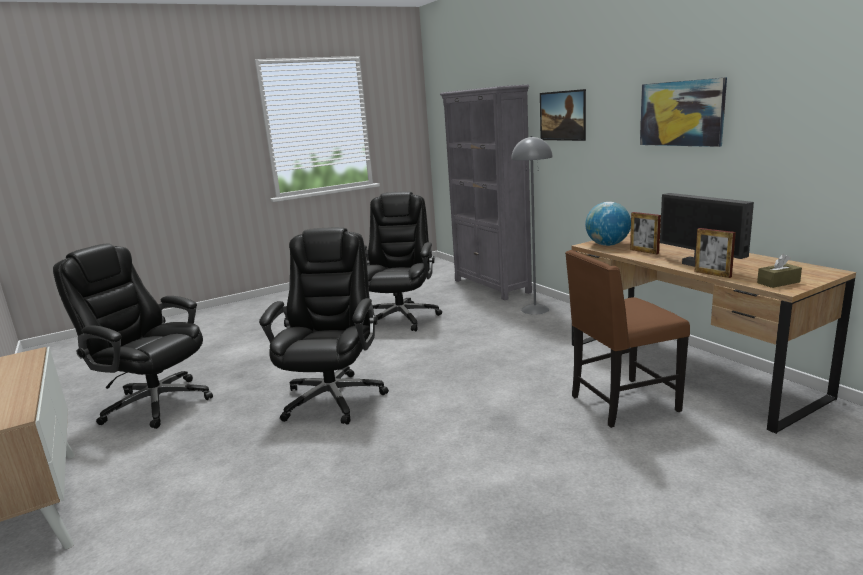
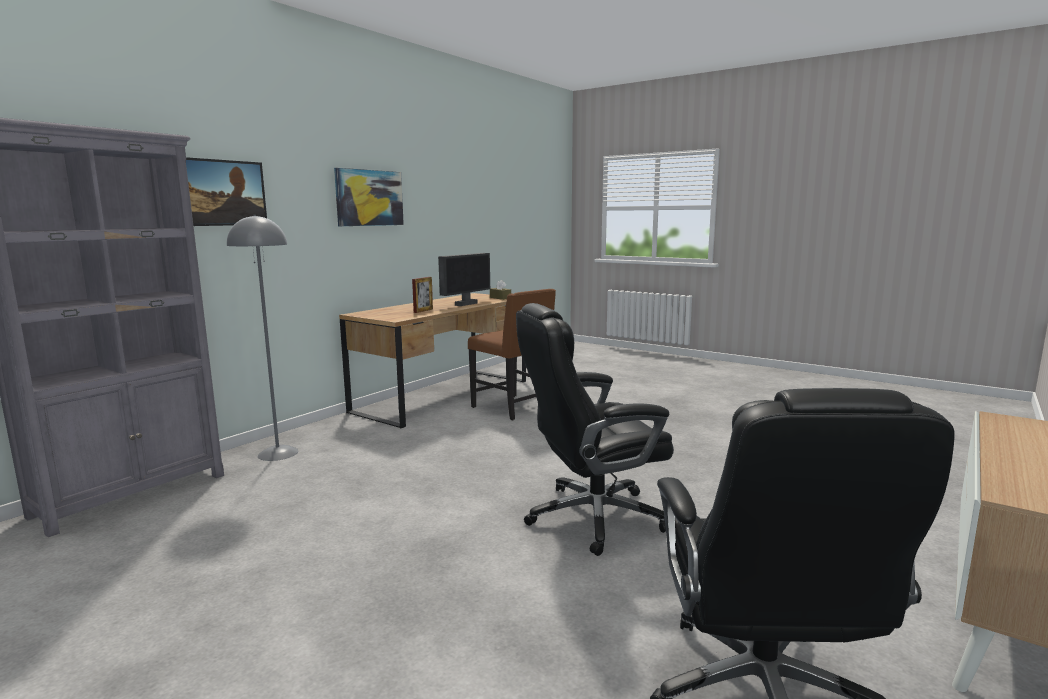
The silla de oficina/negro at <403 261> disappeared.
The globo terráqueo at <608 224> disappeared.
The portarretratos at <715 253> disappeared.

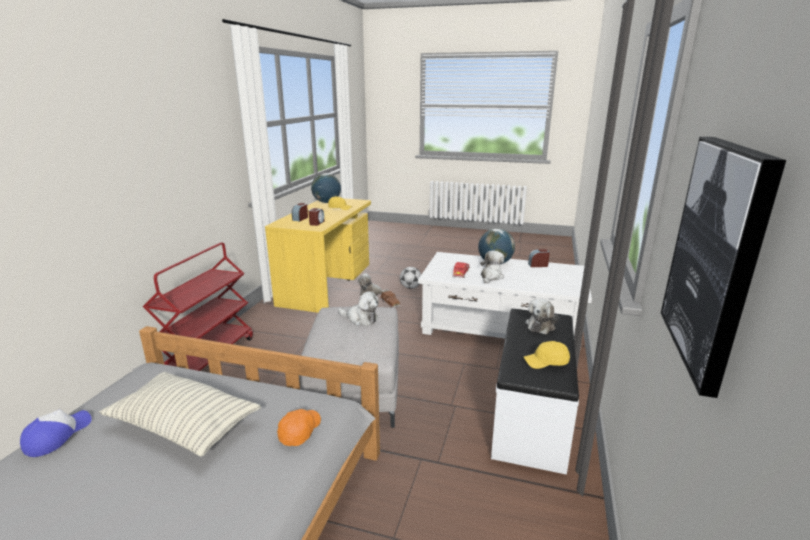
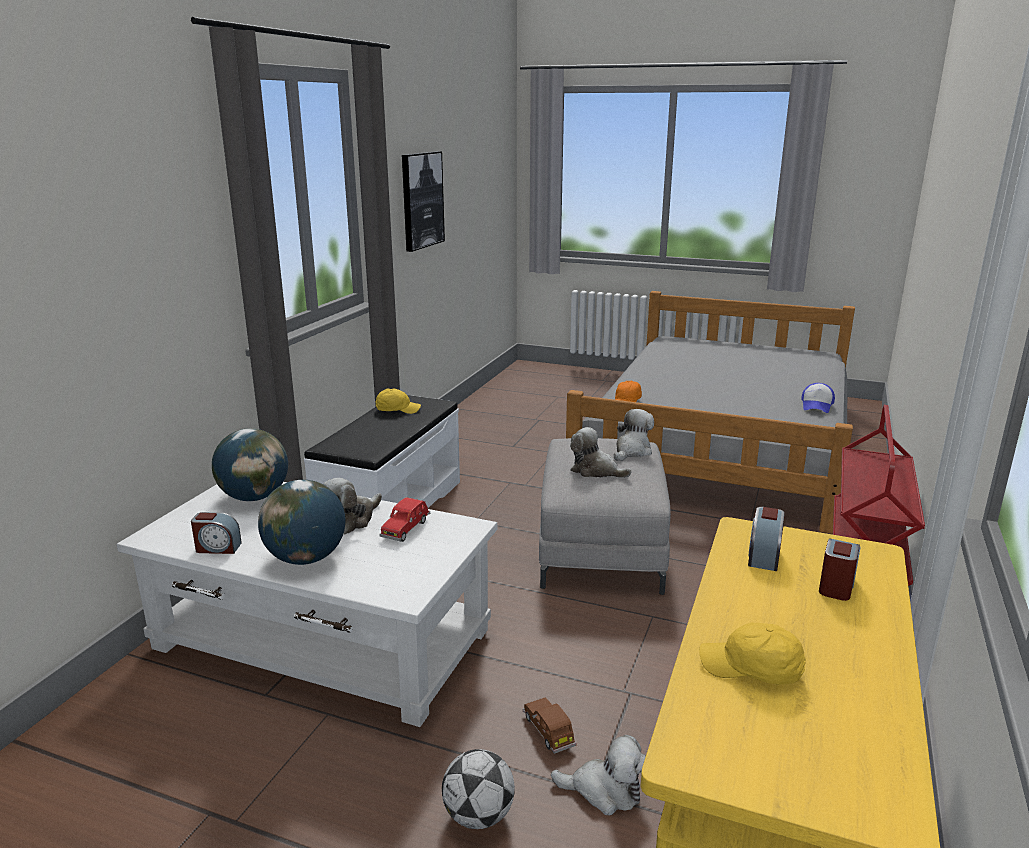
The globo terráqueo moved from <326 188> to <250 464>.
The peluche moved from <542 316> to <634 435>.
The cojín at <180 414> disappeared.

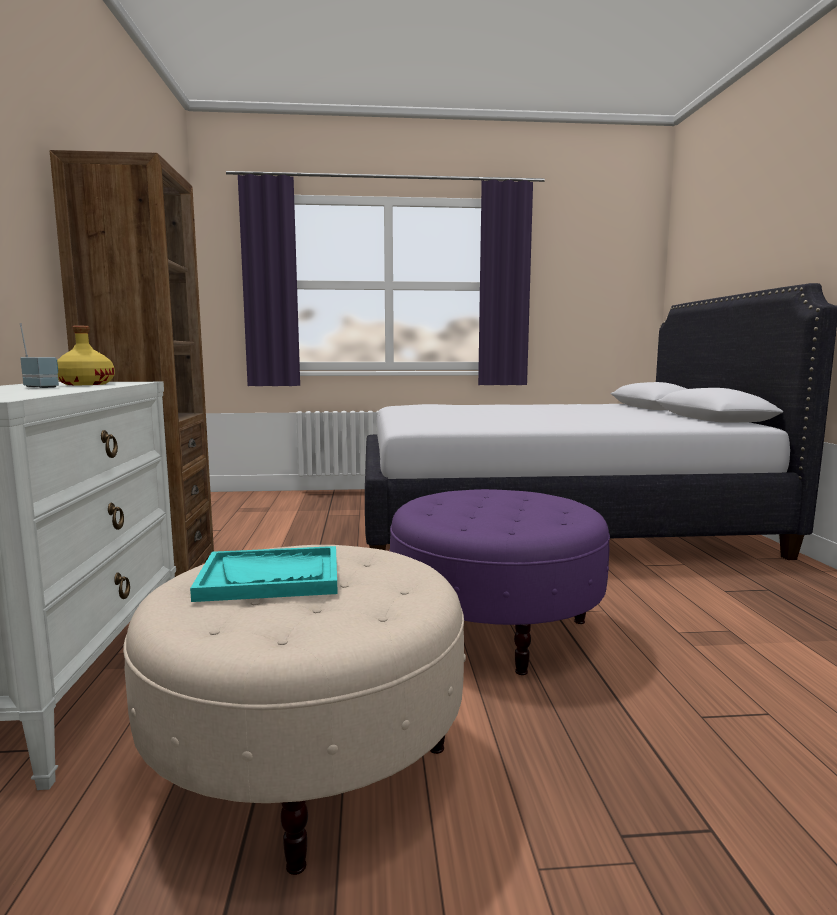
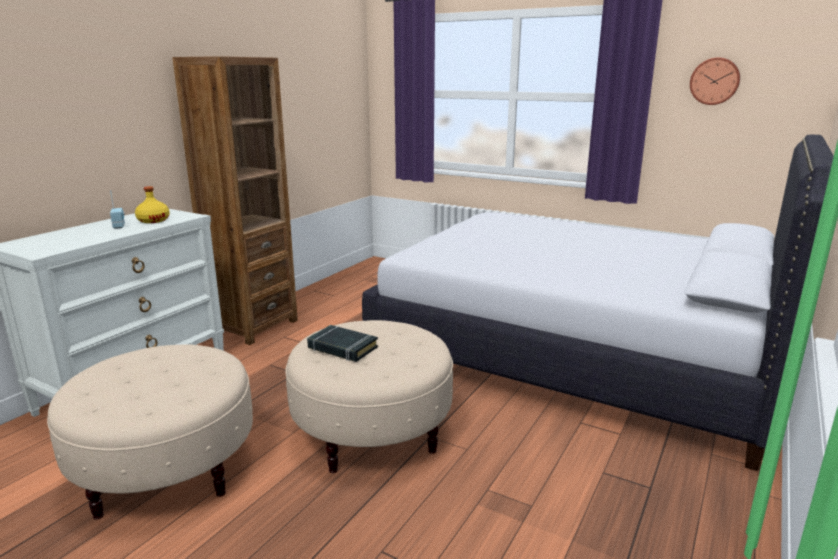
The puf/morado at <499 582> became the puf/beis at <369 396>.
The bandeja/turquesa at <264 574> disappeared.
The reloj de pared at <715 81> appeared.
The libro/negro at <342 343> appeared.

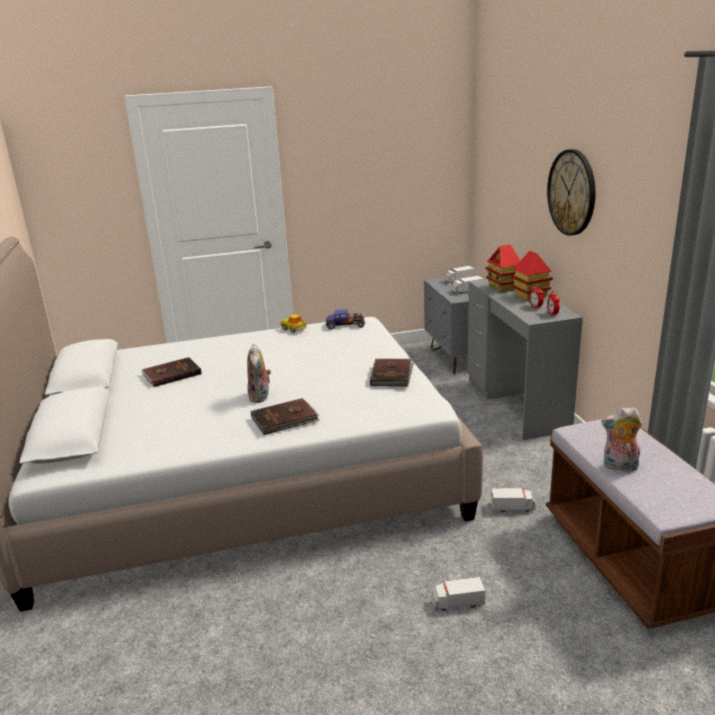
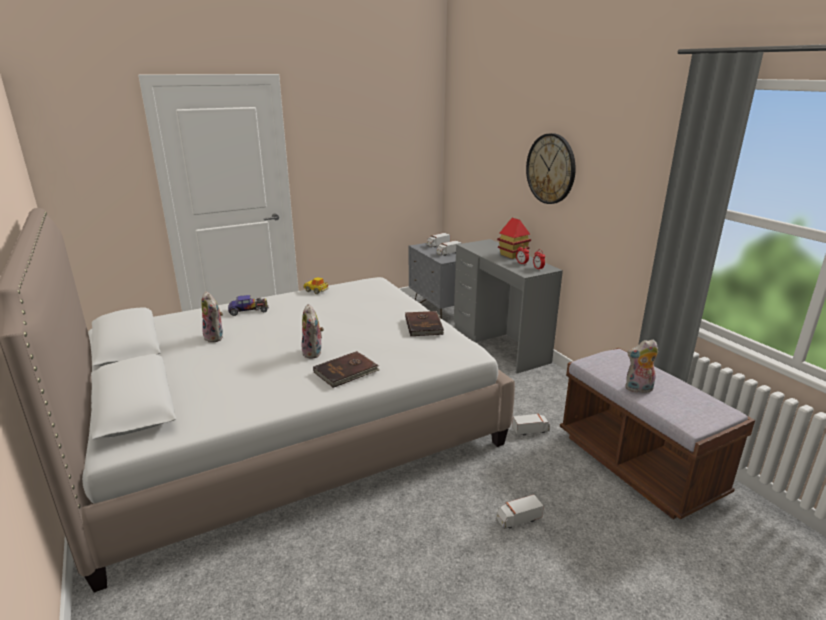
The casita at <502 268> disappeared.
The coche de juguete moved from <345 320> to <248 305>.
The libro/marrón at <171 372> was replaced by the peluche at <212 316>.

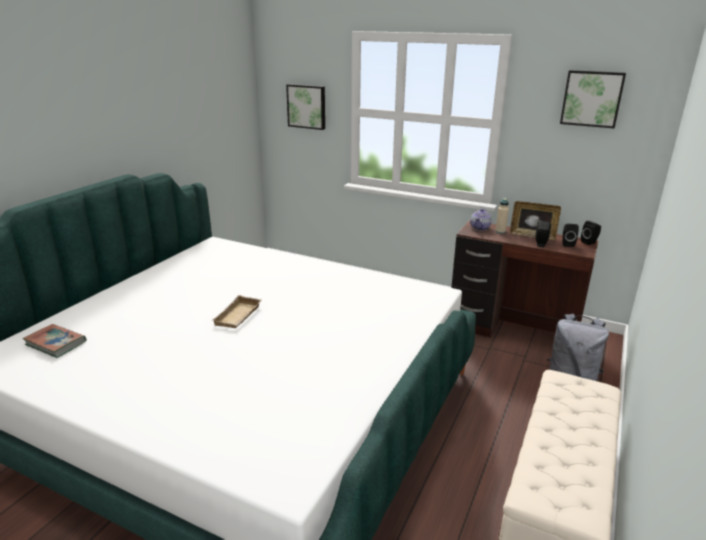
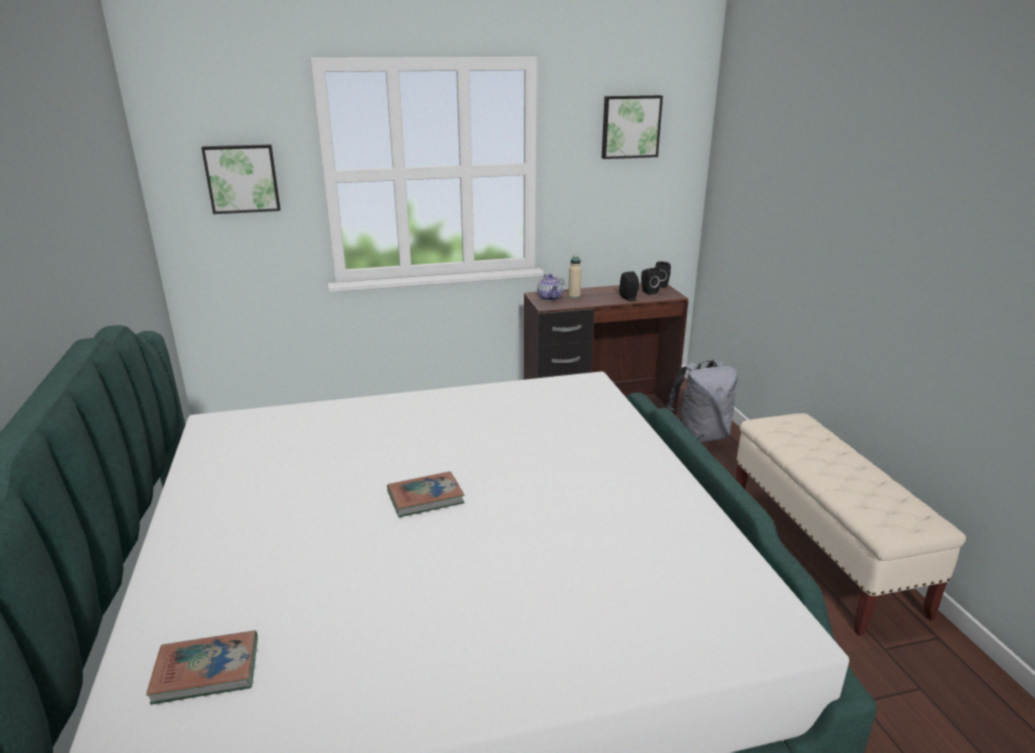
The portarretratos at <535 220> disappeared.
The bandeja/beis at <237 311> was replaced by the libro at <426 494>.

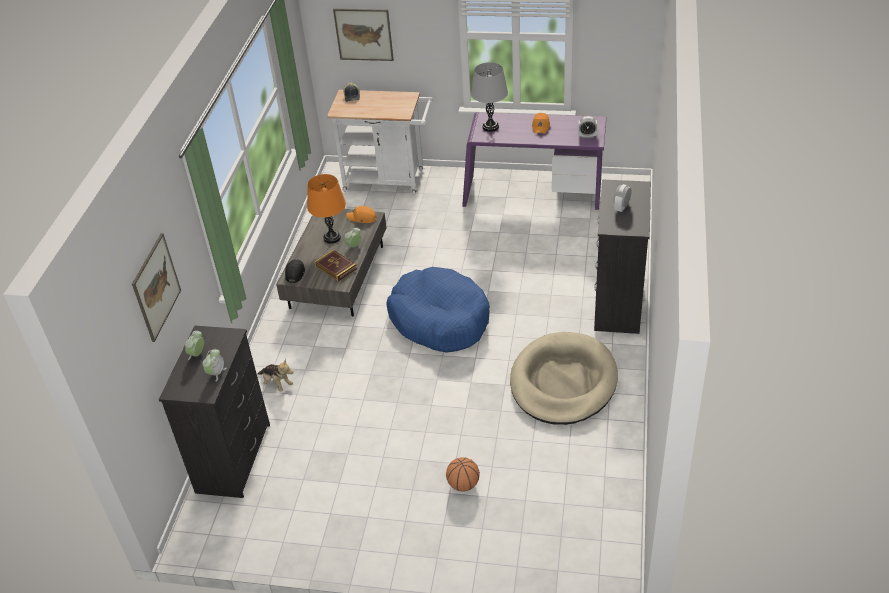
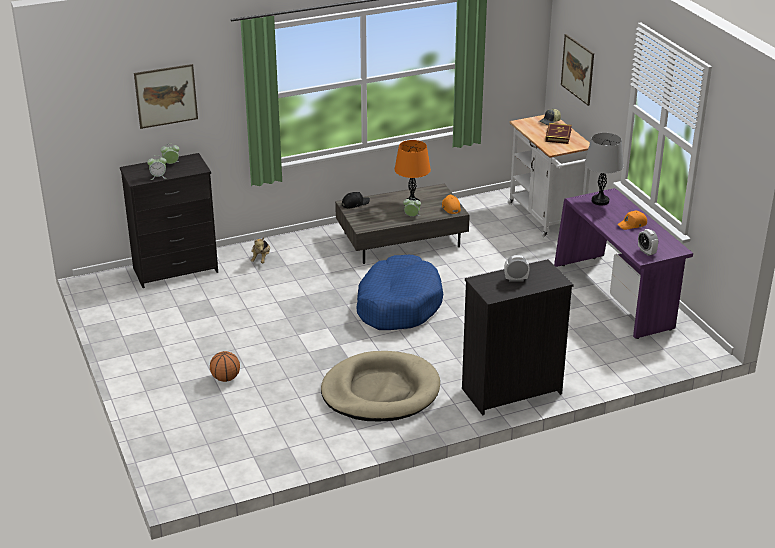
The libro moved from <335 265> to <558 133>.

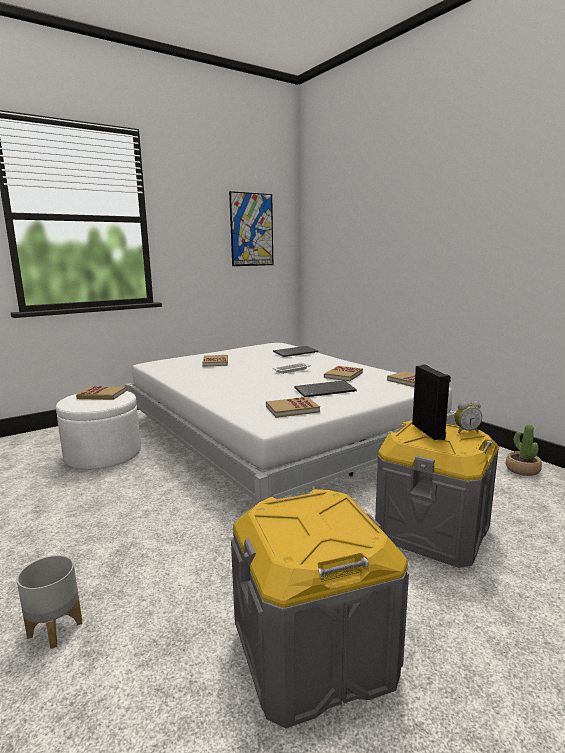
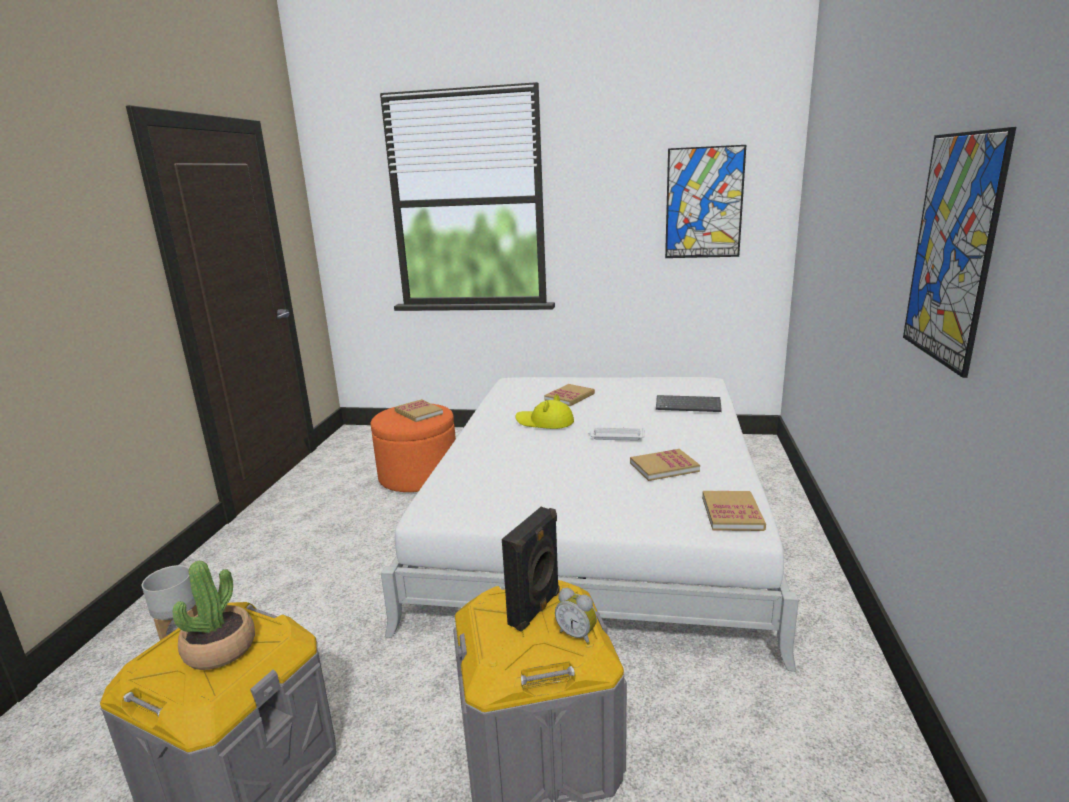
The teclado at <325 388> disappeared.
The puf/blanco at <98 430> became the puf/naranja at <413 448>.
The libro at <293 407> disappeared.
The planta en maceta moved from <524 450> to <214 615>.
The cuadro at <959 252> appeared.
The sombrero/amarillo at <544 411> appeared.

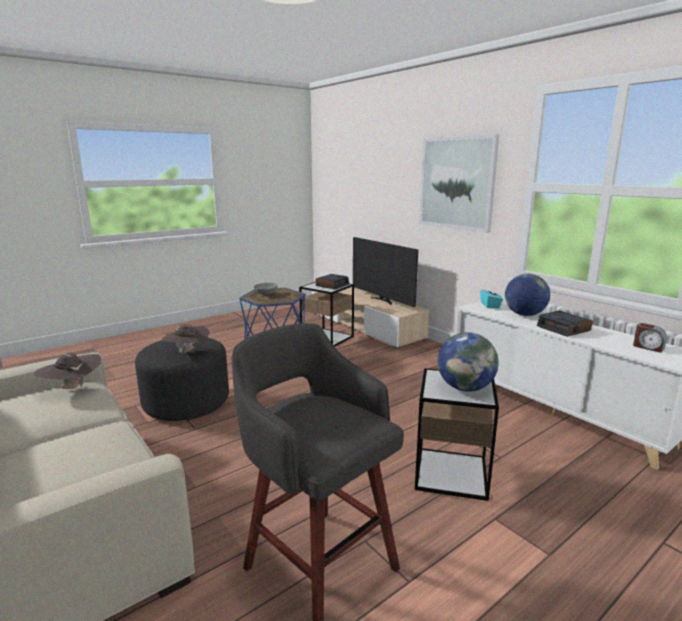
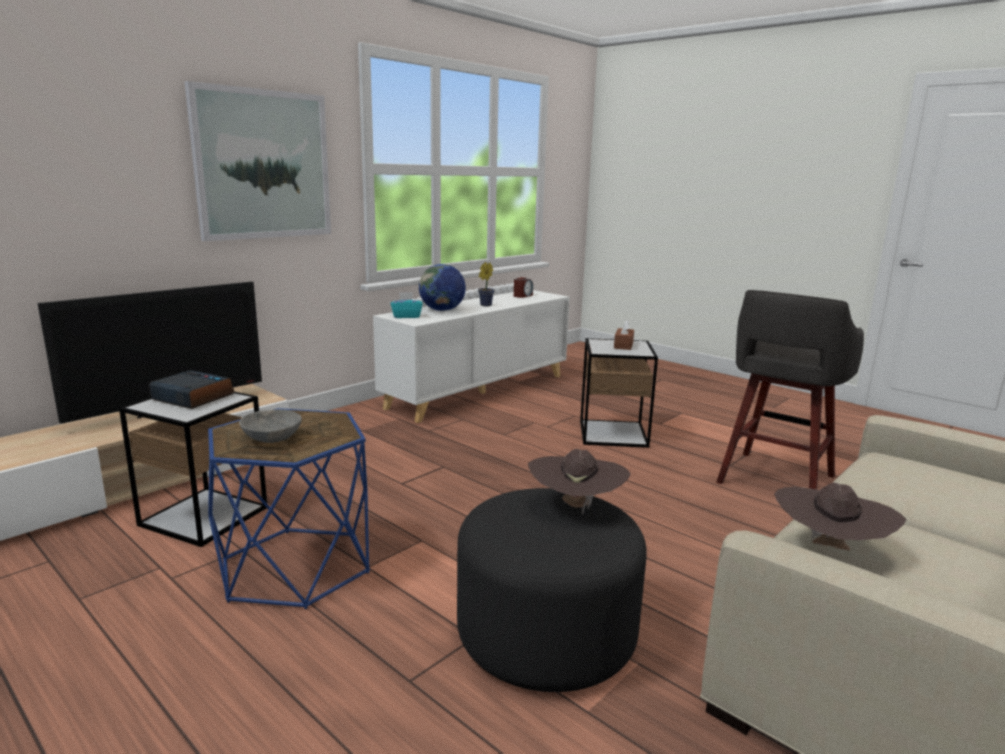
The despertador at <565 324> was replaced by the planta en maceta at <486 284>.
The globo terráqueo at <468 362> was replaced by the caja de pañuelos/marrón at <624 334>.

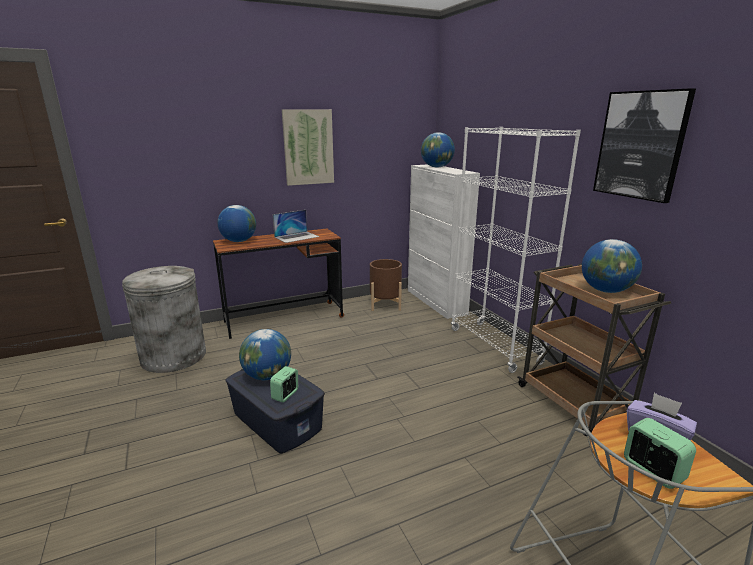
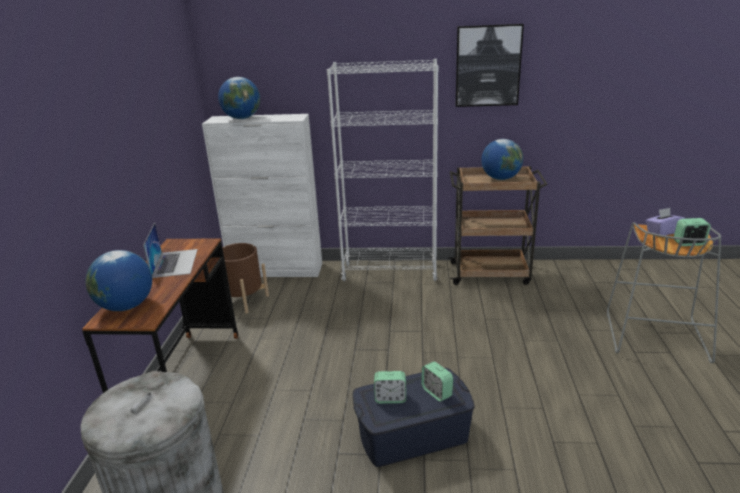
The cuadro at <308 147> disappeared.
The globo terráqueo at <265 354> was replaced by the despertador at <390 387>.

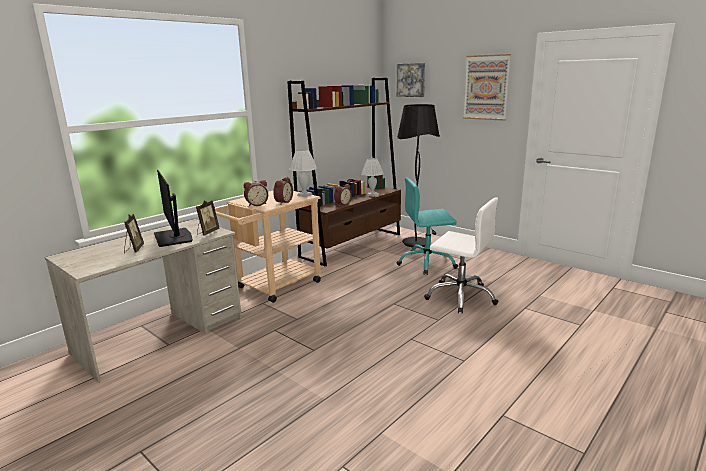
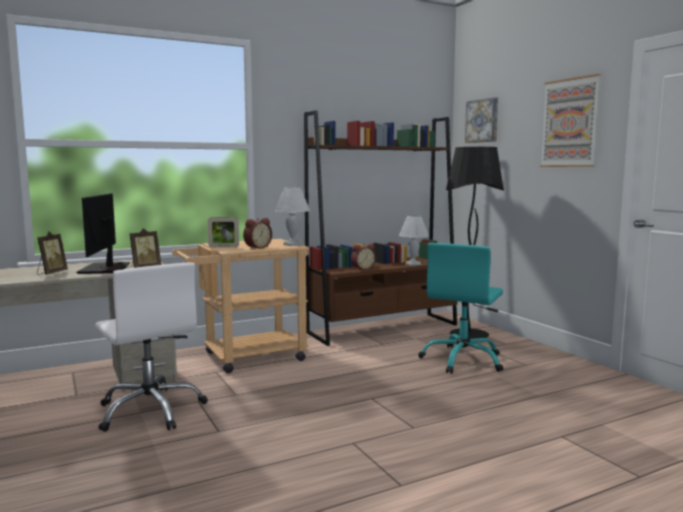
The silla de oficina/turquesa at <427 226> turned 75 degrees counterclockwise.
The despertador at <256 193> was replaced by the portarretratos at <223 232>.
The silla de oficina/blanco moved from <461 255> to <151 347>.

